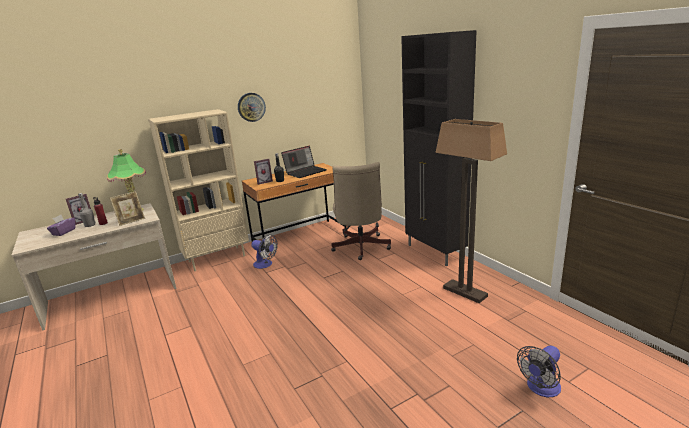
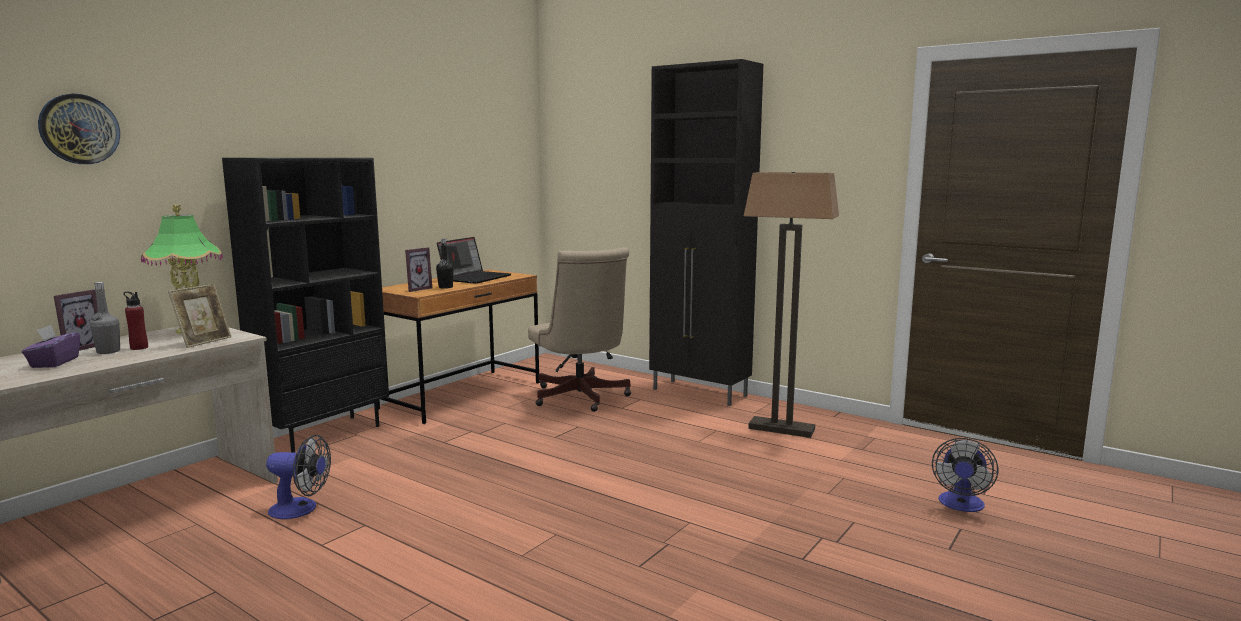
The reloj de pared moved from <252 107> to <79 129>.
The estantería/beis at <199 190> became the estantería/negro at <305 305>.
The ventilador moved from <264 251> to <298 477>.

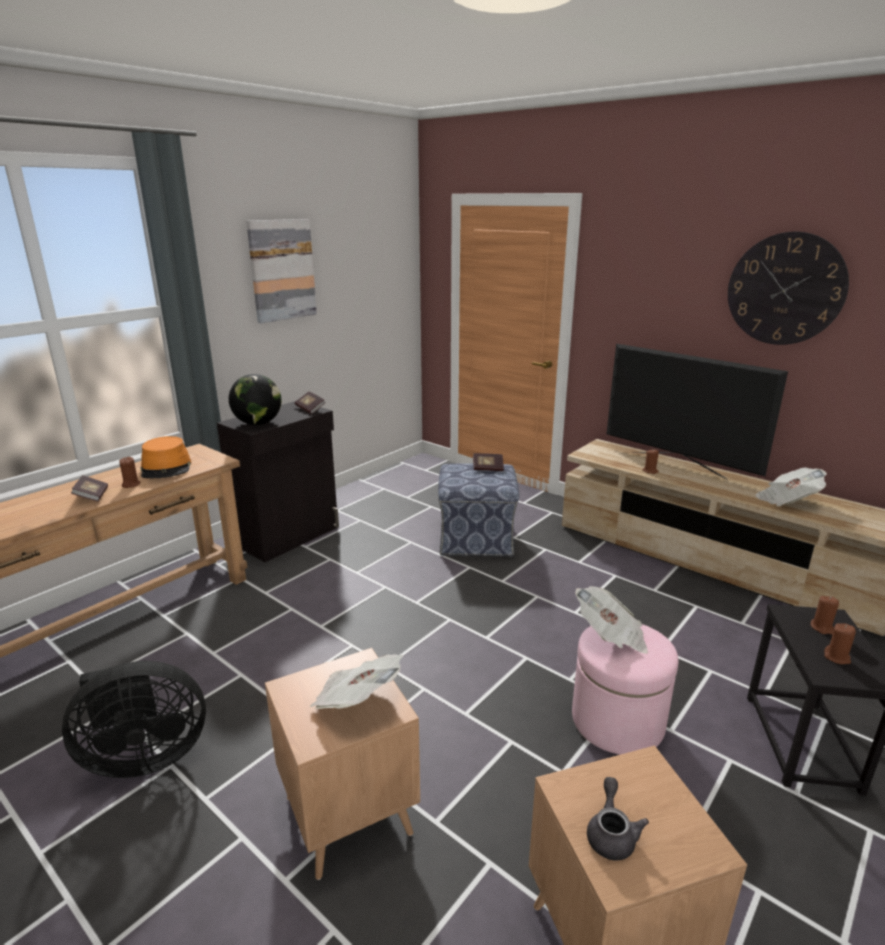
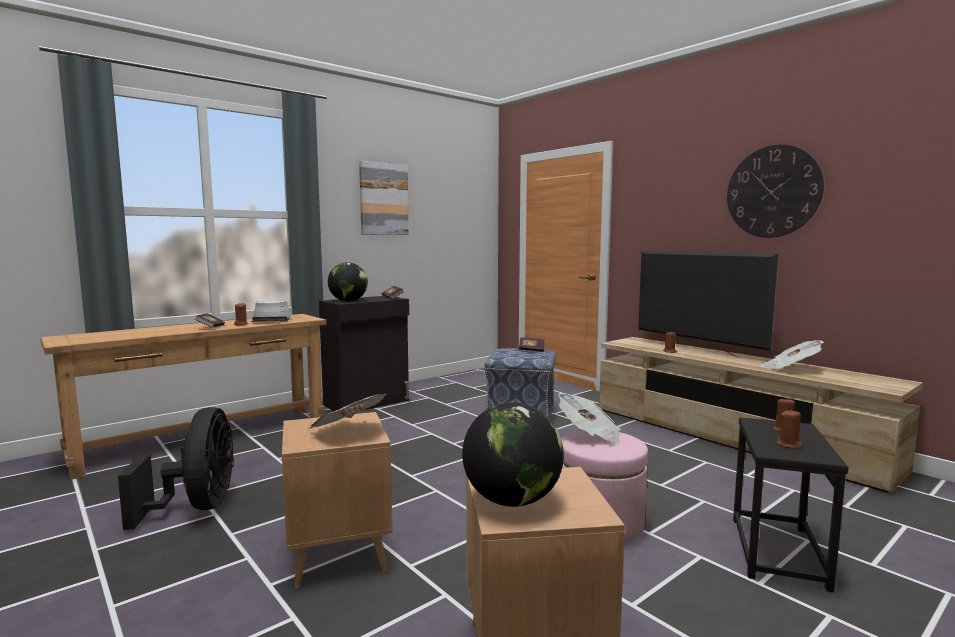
The sombrero/naranja at <165 457> became the sombrero/gris at <271 311>.
The ventilador/negro at <134 719> turned 90 degrees counterclockwise.
The tetera/gris at <618 818> was replaced by the globo terráqueo at <513 454>.

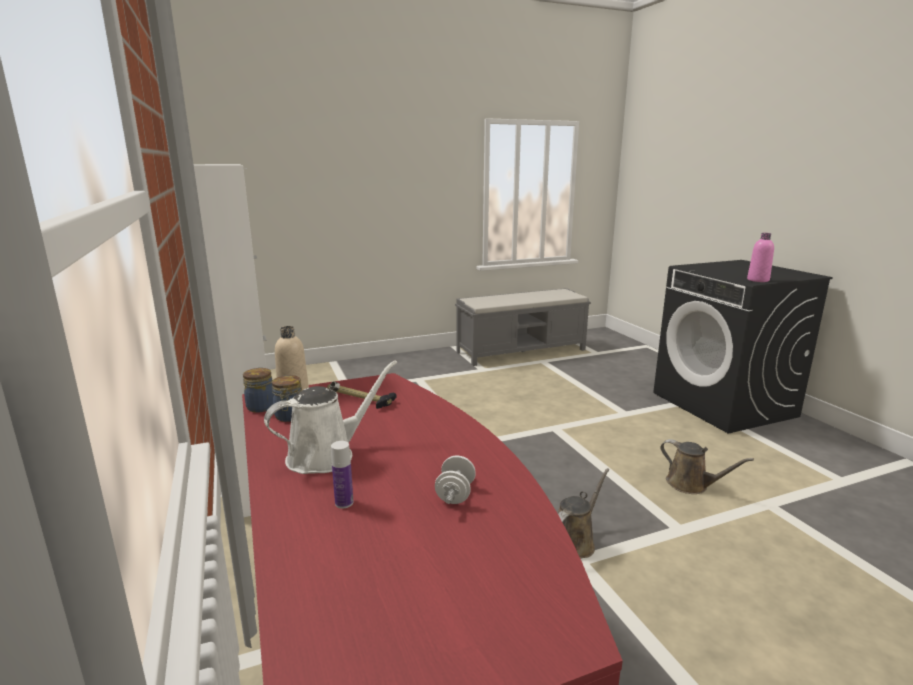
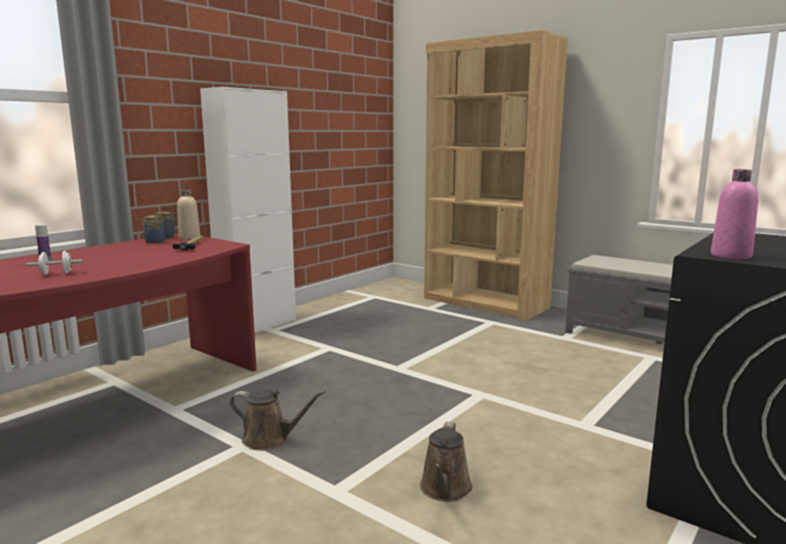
The regadera/blanco at <330 417> disappeared.
The estantería/marrón at <496 175> appeared.

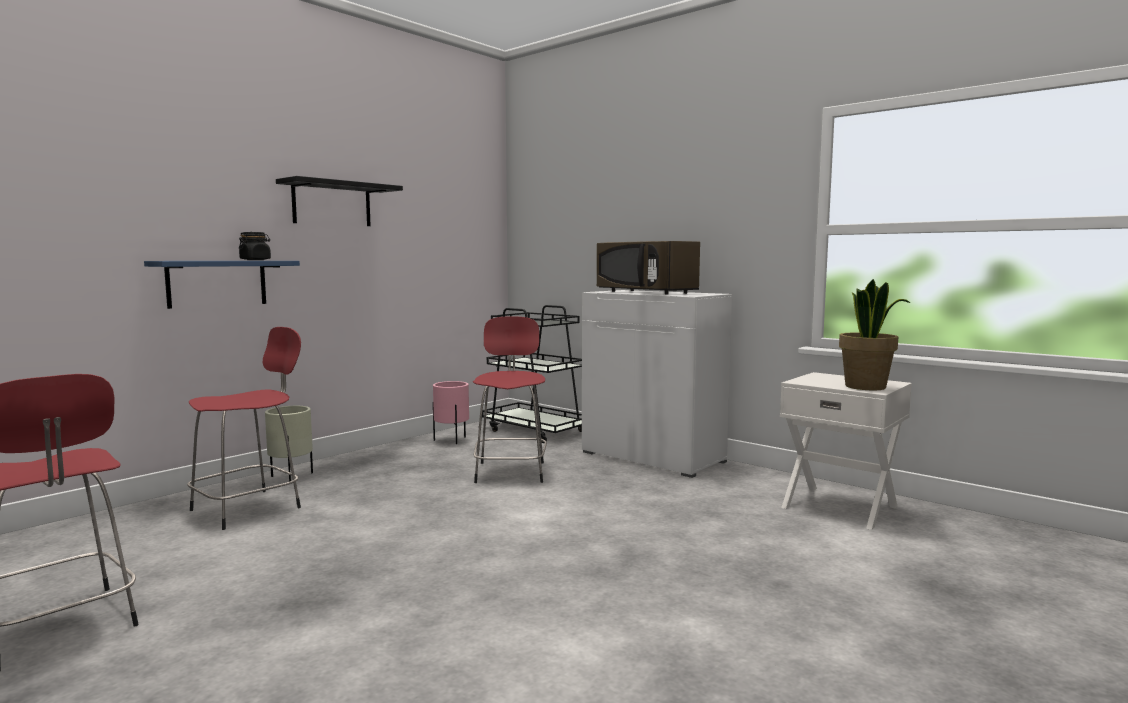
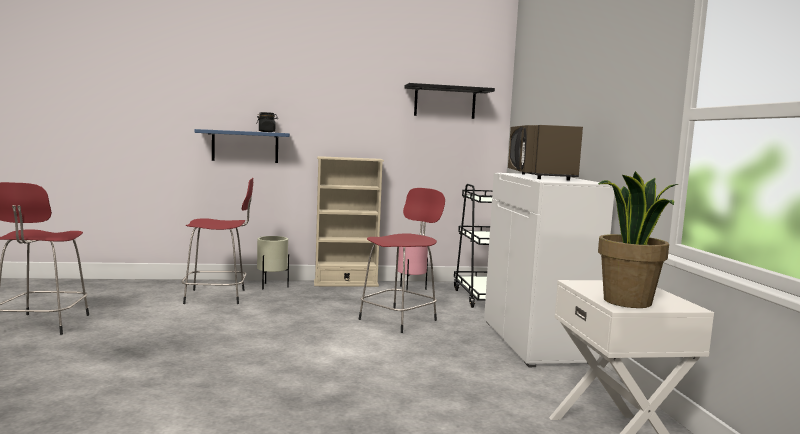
The estante/negro moved from <339 201> to <449 101>.
The estantería/beis at <349 221> appeared.

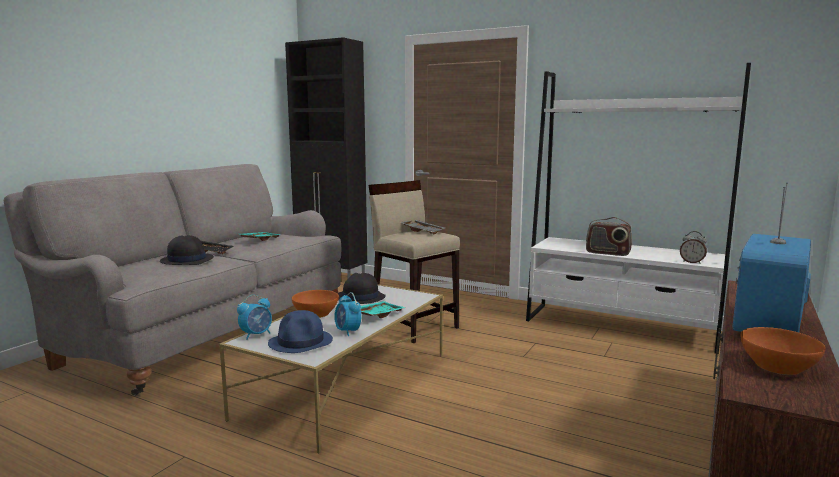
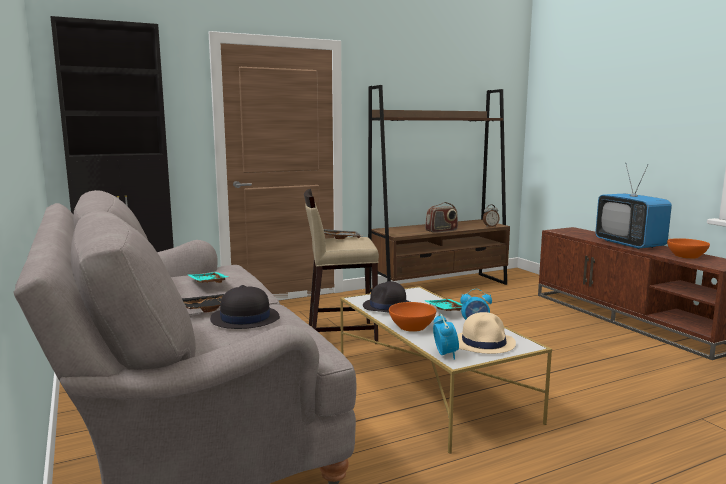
The estantería/blanco at <638 208> became the estantería/marrón at <439 188>.
The sombrero/azul at <300 331> became the sombrero/beis at <486 333>.

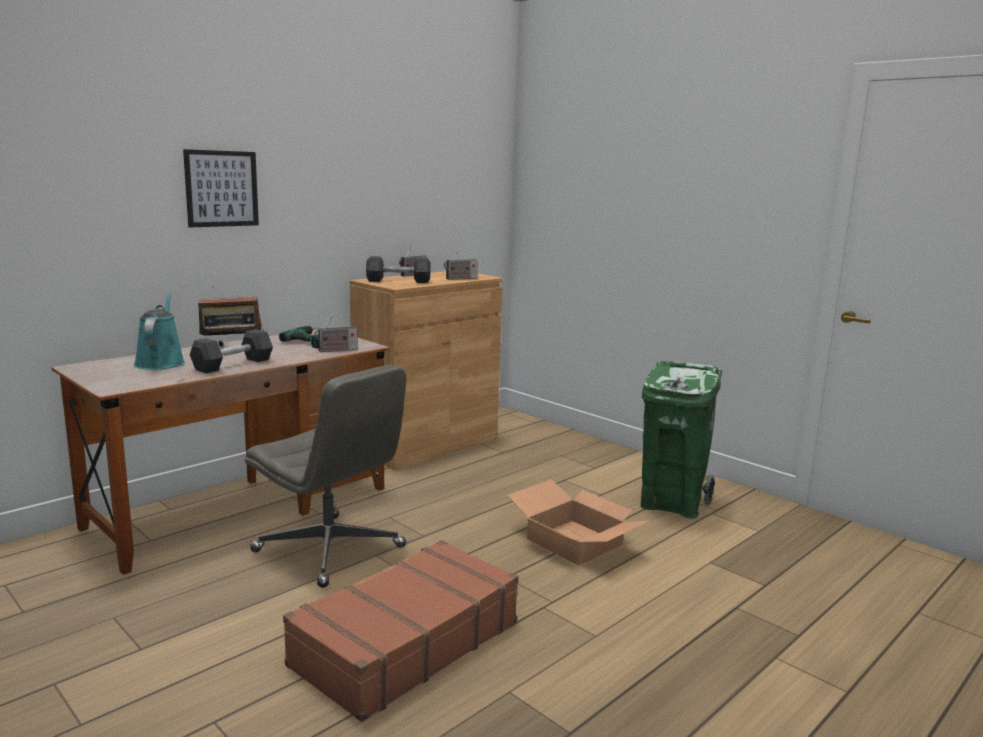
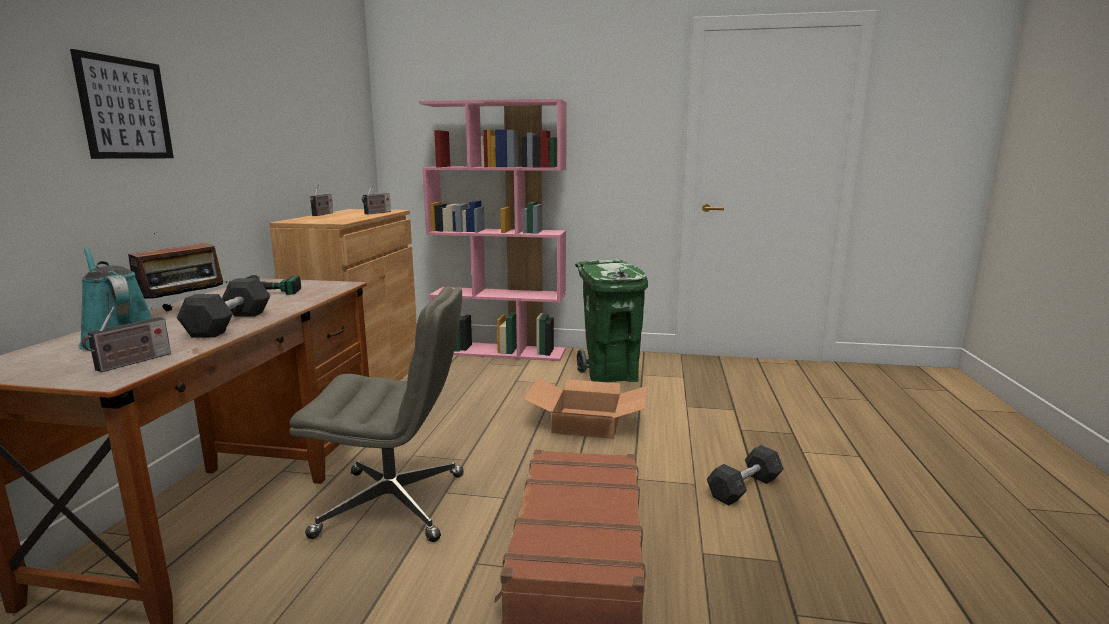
The mancuerna/gris moved from <398 269> to <745 475>.
The radio moved from <336 334> to <126 339>.
The estantería/rosa at <493 230> appeared.

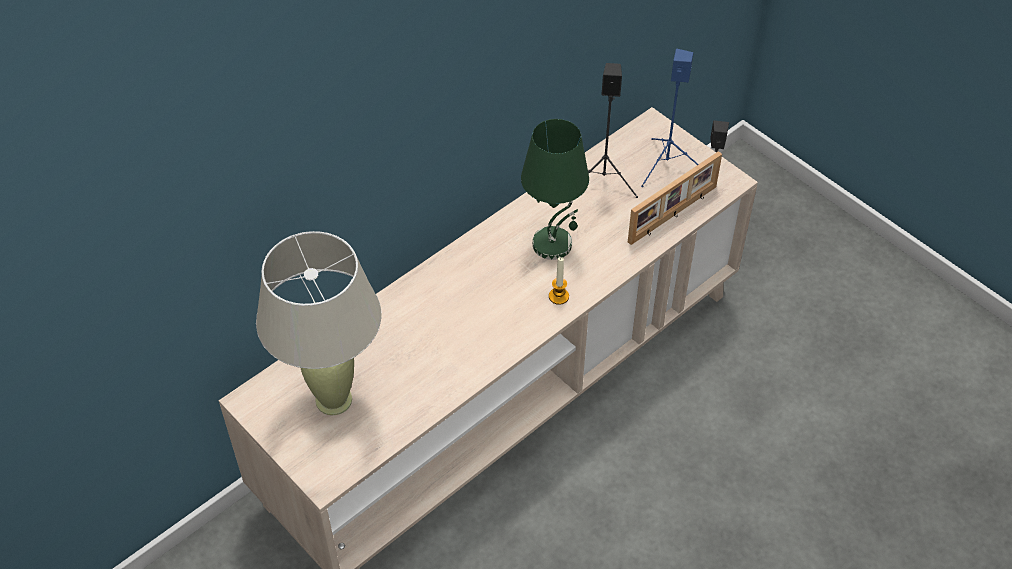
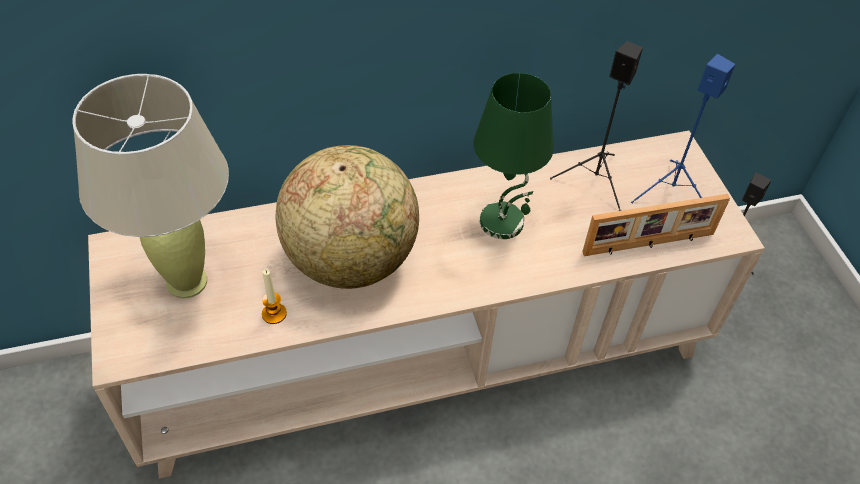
The vela moved from <559 281> to <274 296>.
The globo terráqueo at <347 217> appeared.

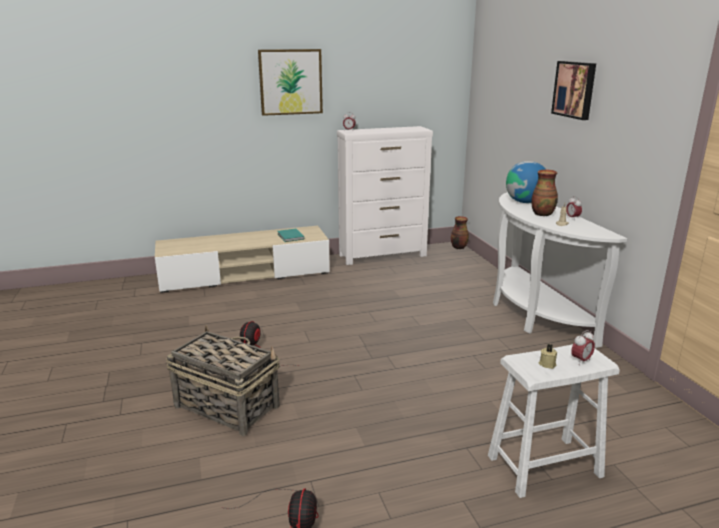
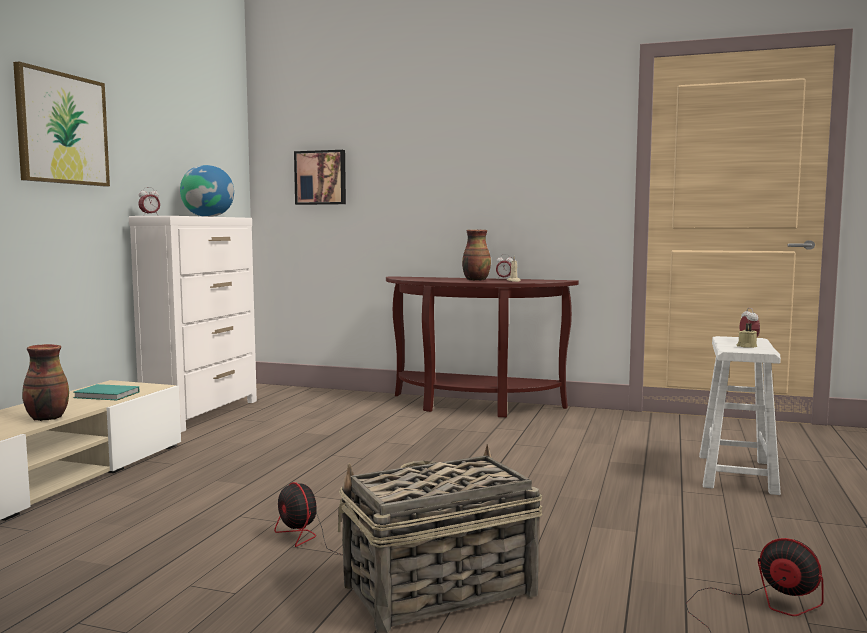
The cuadro moved from <573 90> to <320 177>.
The globo terráqueo moved from <526 182> to <207 191>.
The mesa consola/blanco at <560 270> became the mesa consola/marrón at <482 346>.
The florero moved from <460 232> to <45 382>.

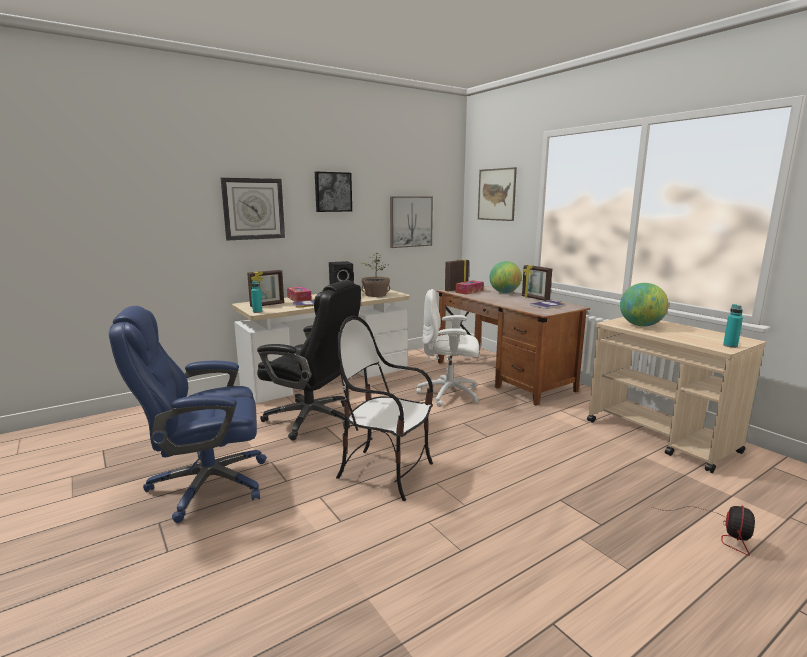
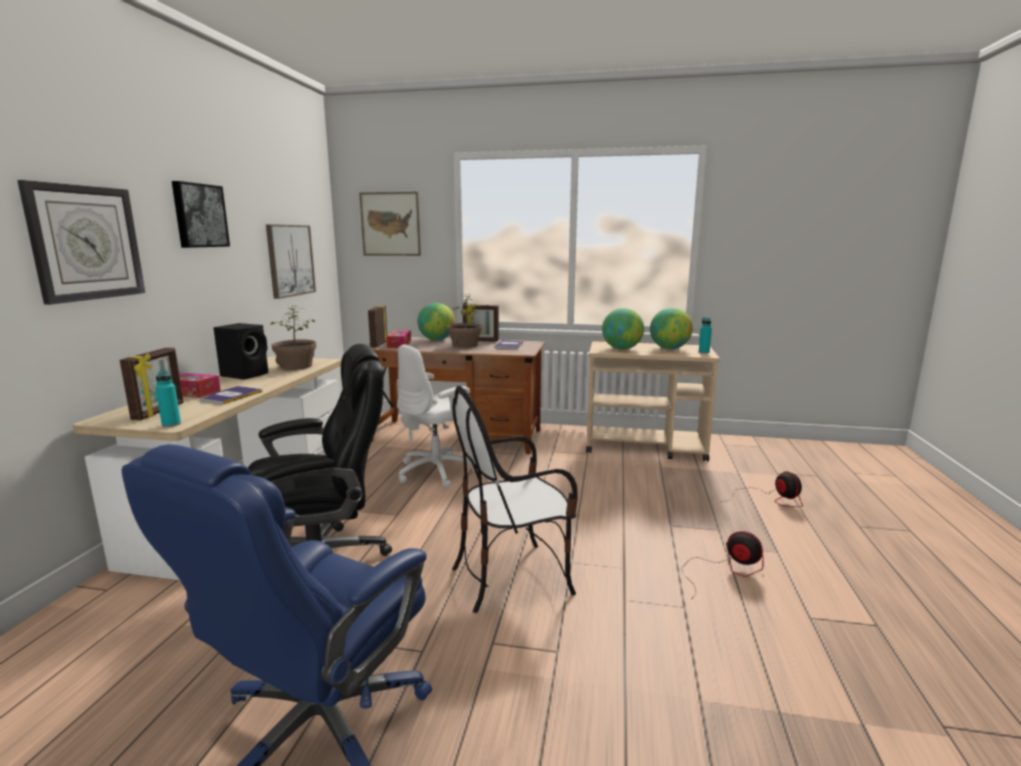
The planta en maceta at <464 321> appeared.
The globo terráqueo at <671 328> appeared.
The ventilador at <722 564> appeared.

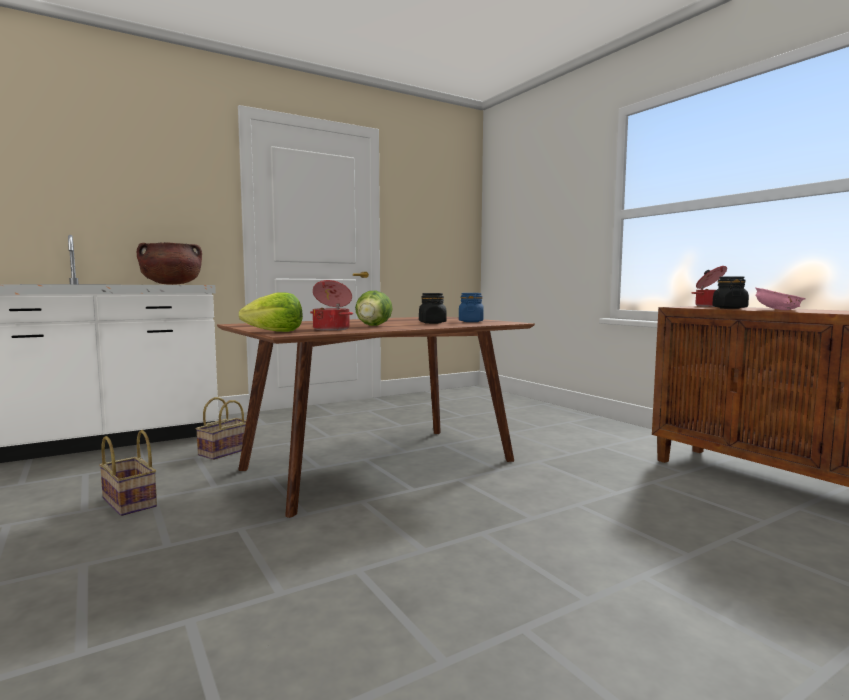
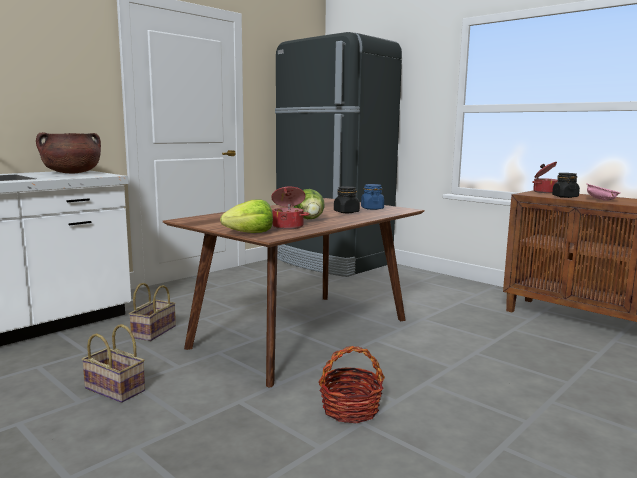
The nevera/negro at <338 154> appeared.
The cesta at <351 384> appeared.

